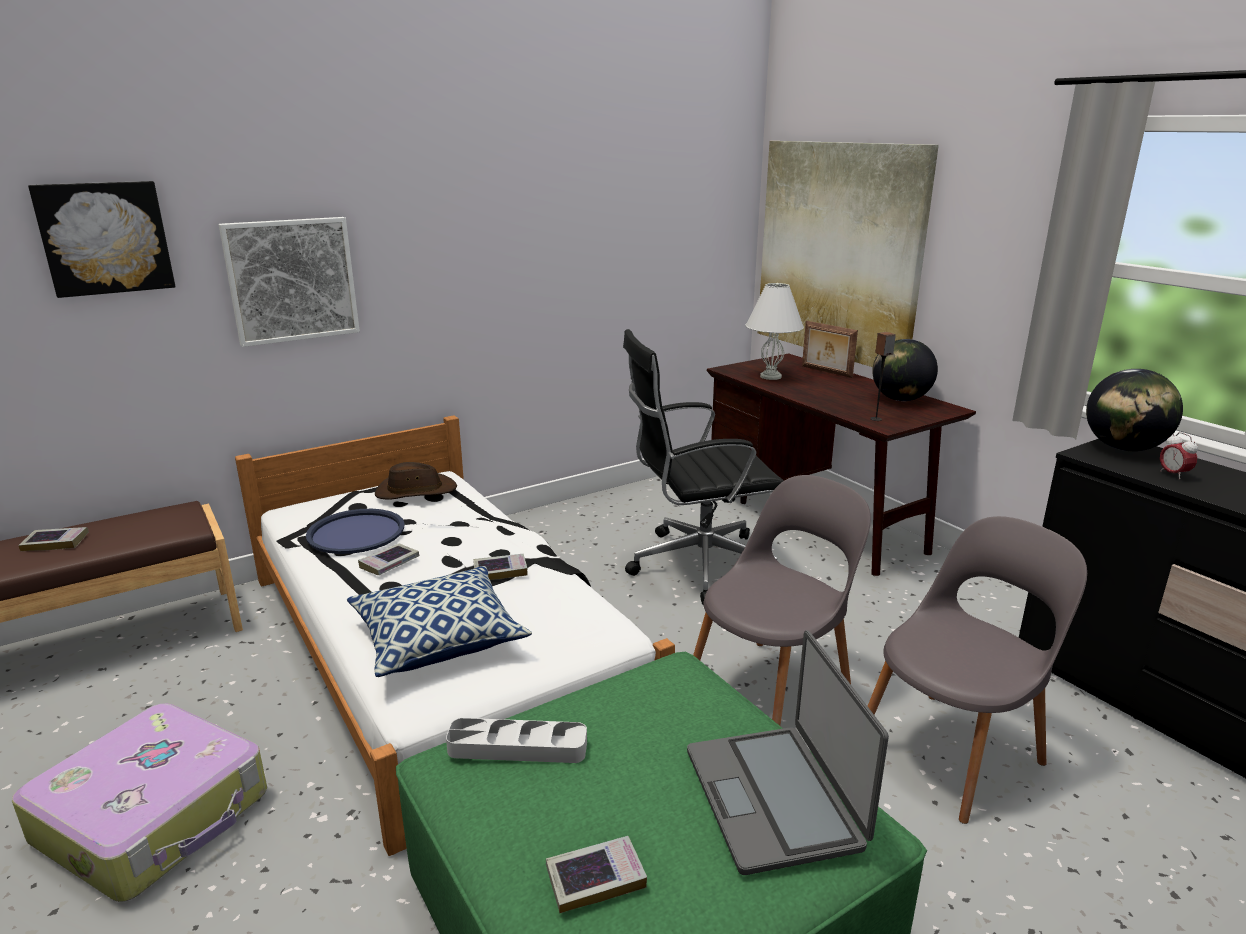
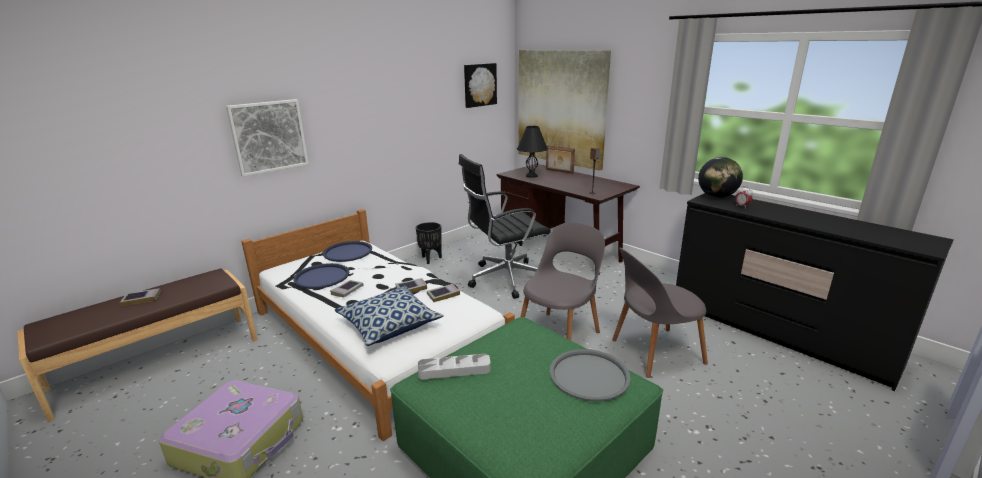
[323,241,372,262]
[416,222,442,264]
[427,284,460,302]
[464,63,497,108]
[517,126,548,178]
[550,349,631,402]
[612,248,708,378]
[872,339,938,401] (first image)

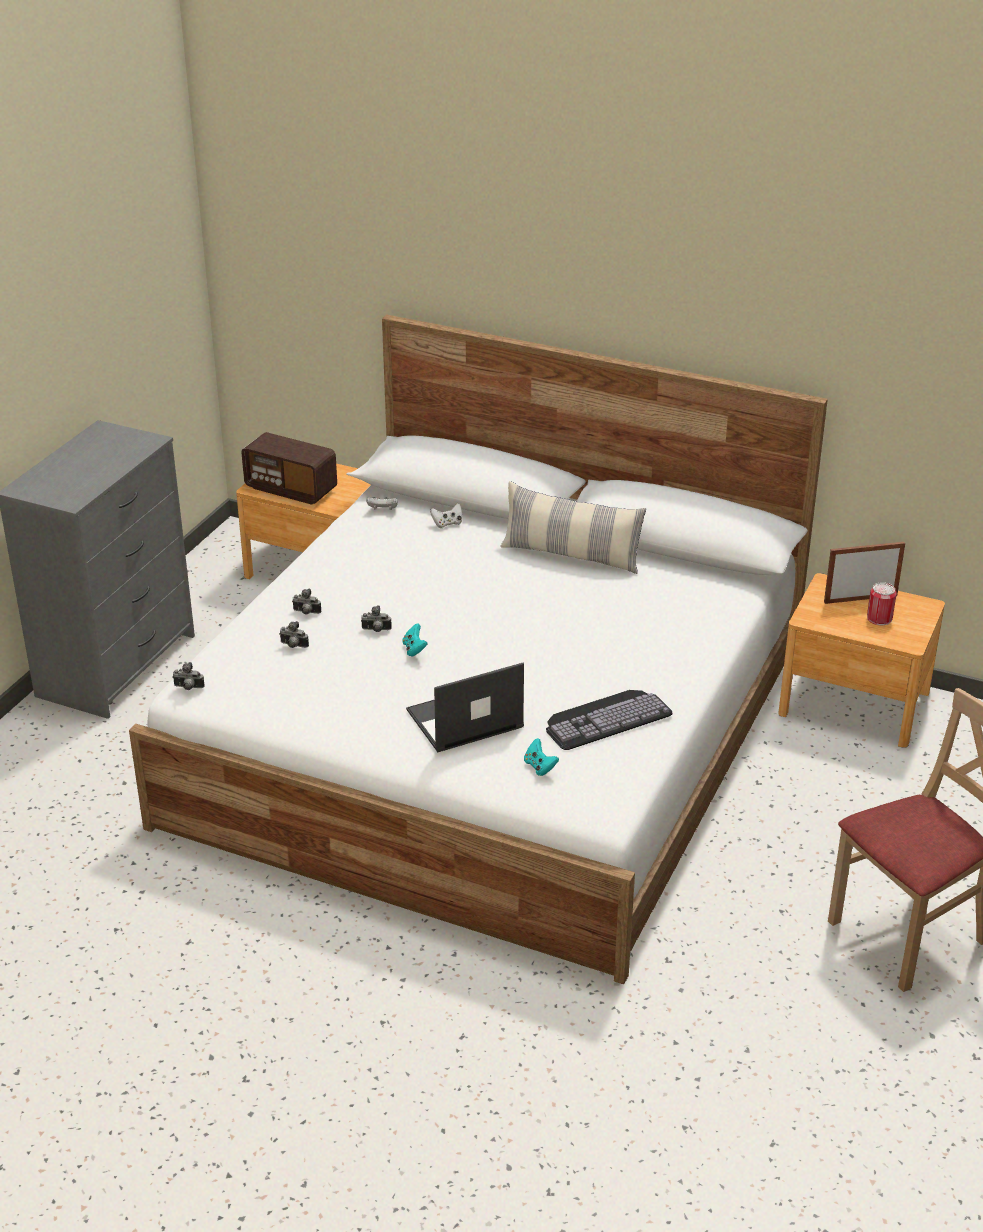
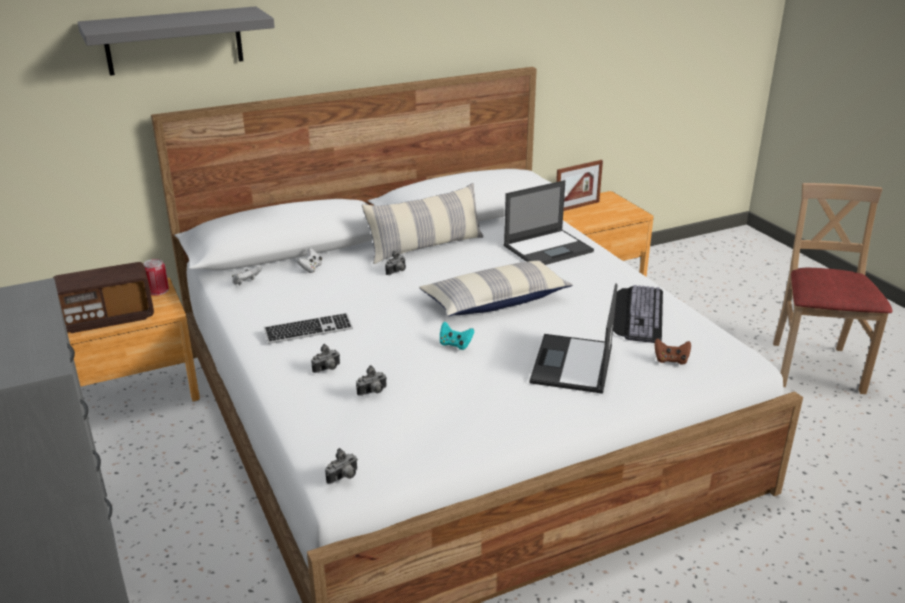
[77,6,275,76]
[143,259,169,296]
[264,313,353,344]
[385,251,406,275]
[419,260,573,316]
[503,180,594,265]
[556,160,603,211]
[654,339,691,365]

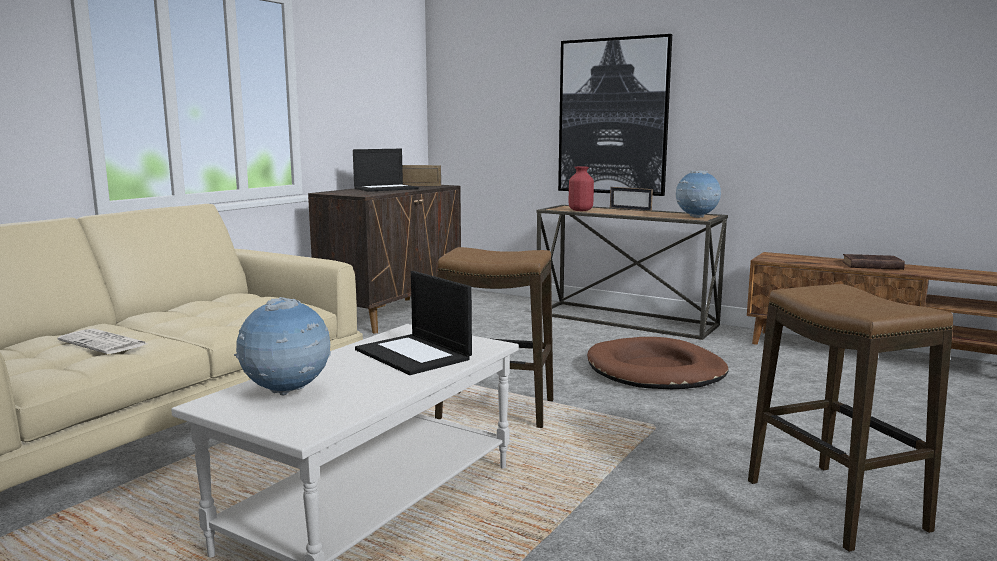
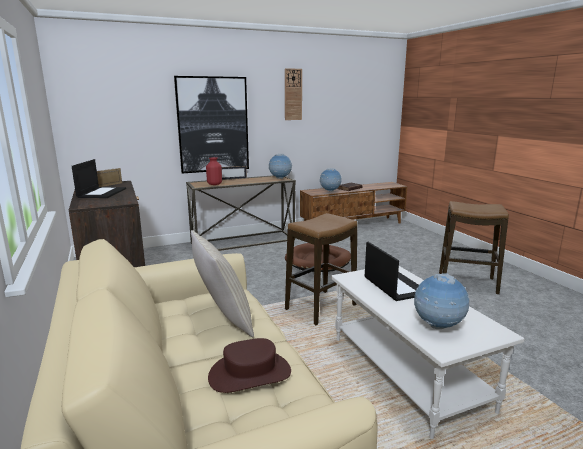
[191,230,254,337]
[208,338,291,393]
[285,68,302,120]
[320,168,342,192]
[365,242,419,301]

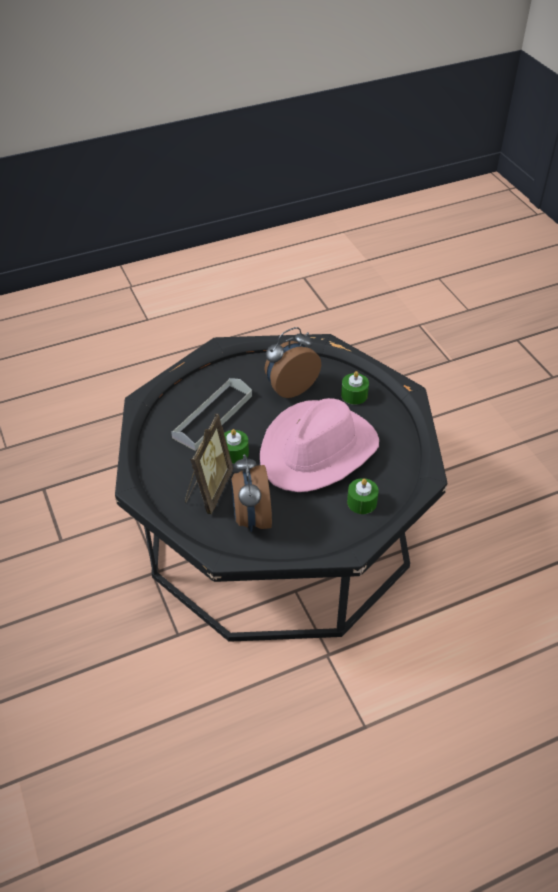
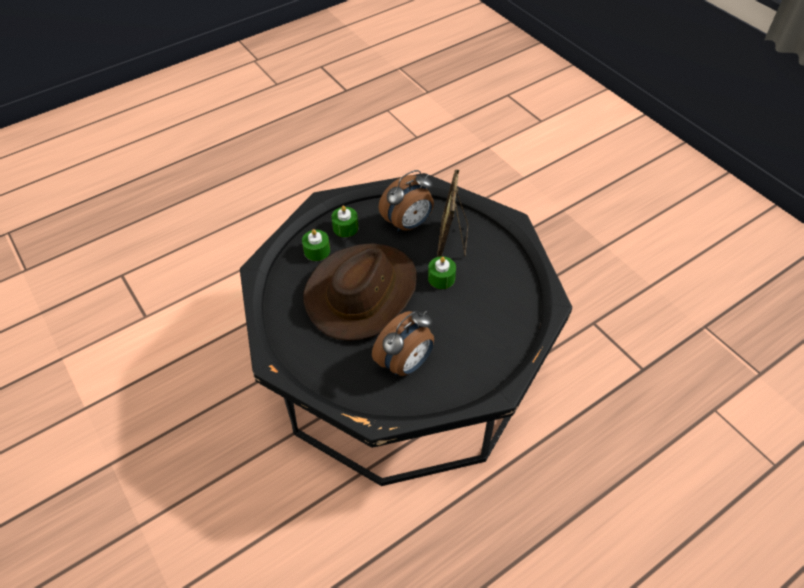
[303,243,417,341]
[331,206,358,237]
[379,170,434,232]
[171,378,252,451] (first image)

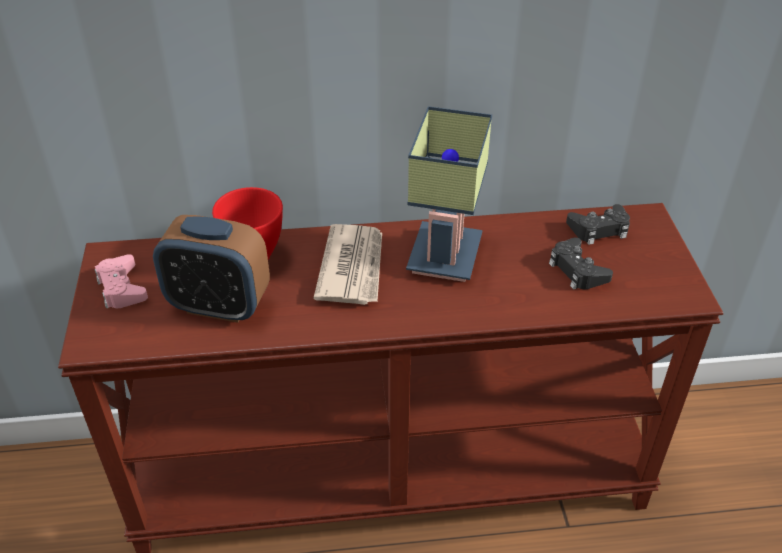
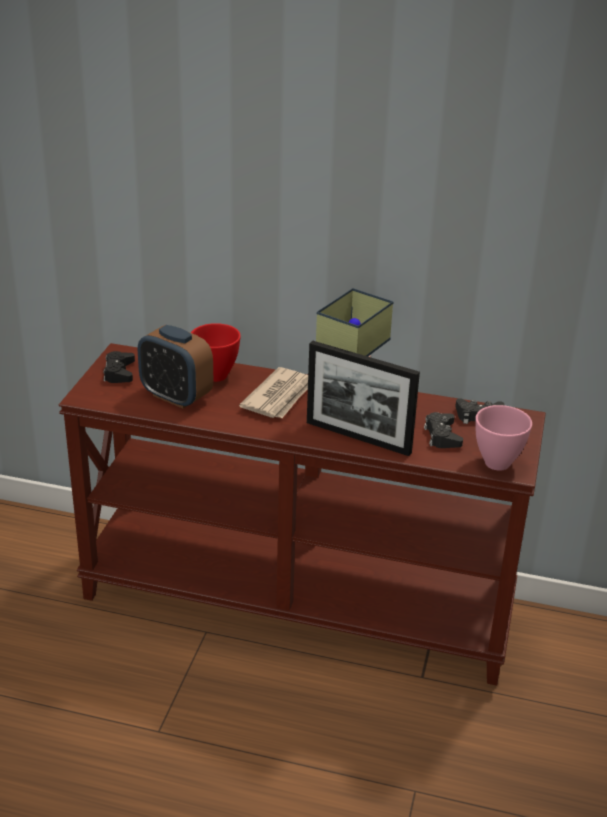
[104,351,135,383]
[307,341,420,456]
[475,405,532,471]

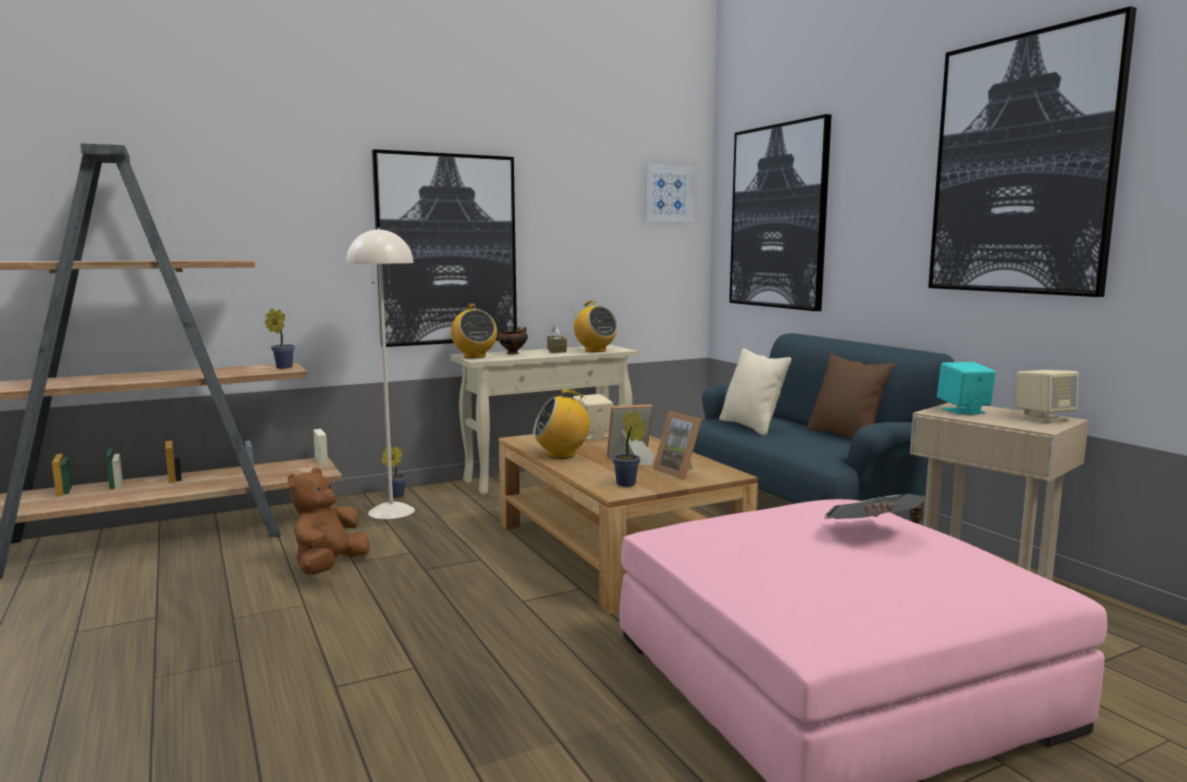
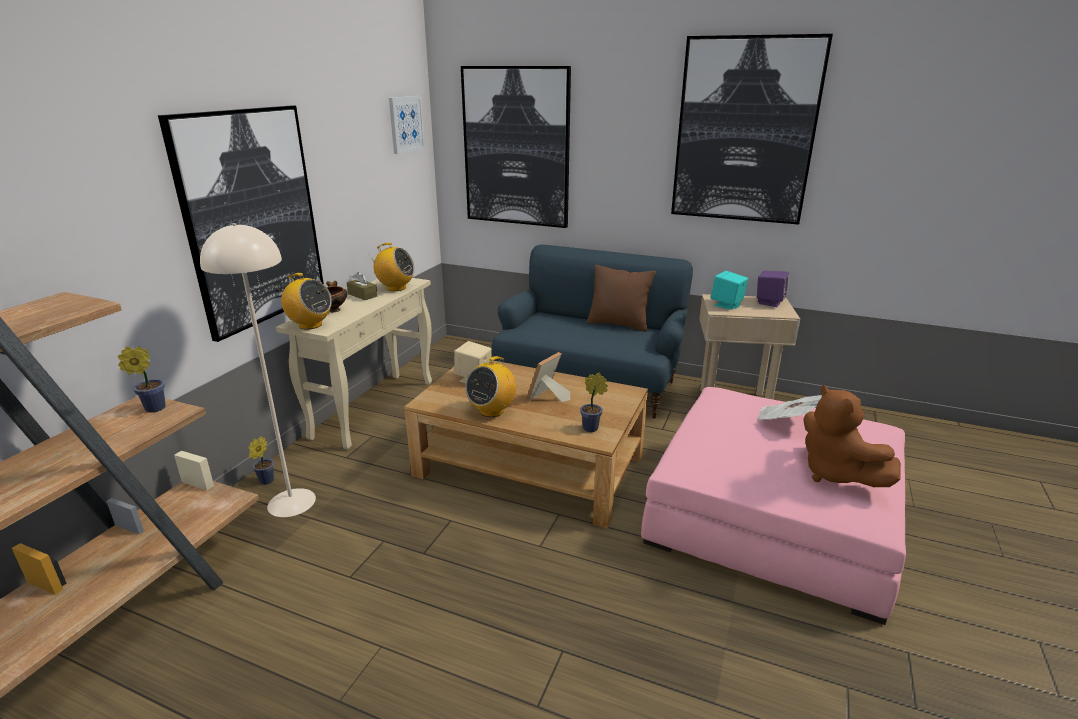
[757,271,789,307]
[803,384,901,487]
[653,411,702,480] (first image)
[719,348,792,436] (first image)

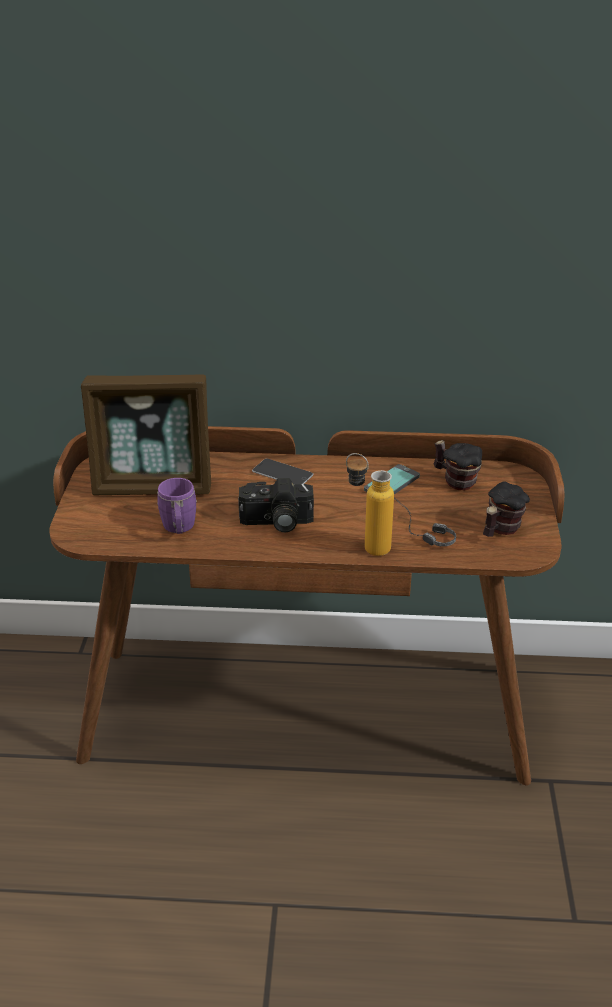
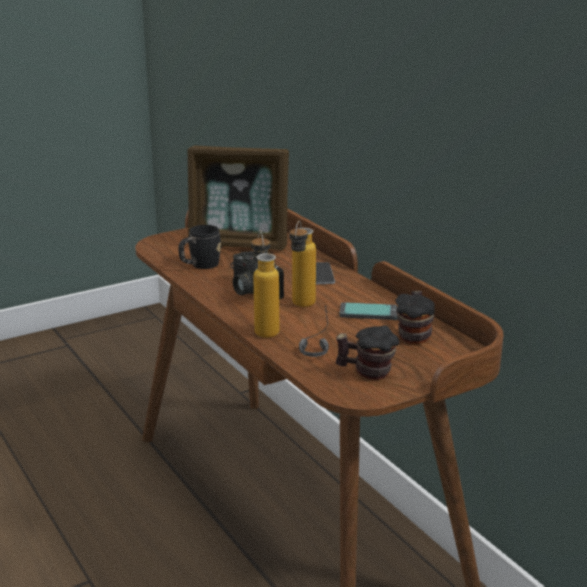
[179,225,221,269]
[187,146,289,250]
[290,221,316,307]

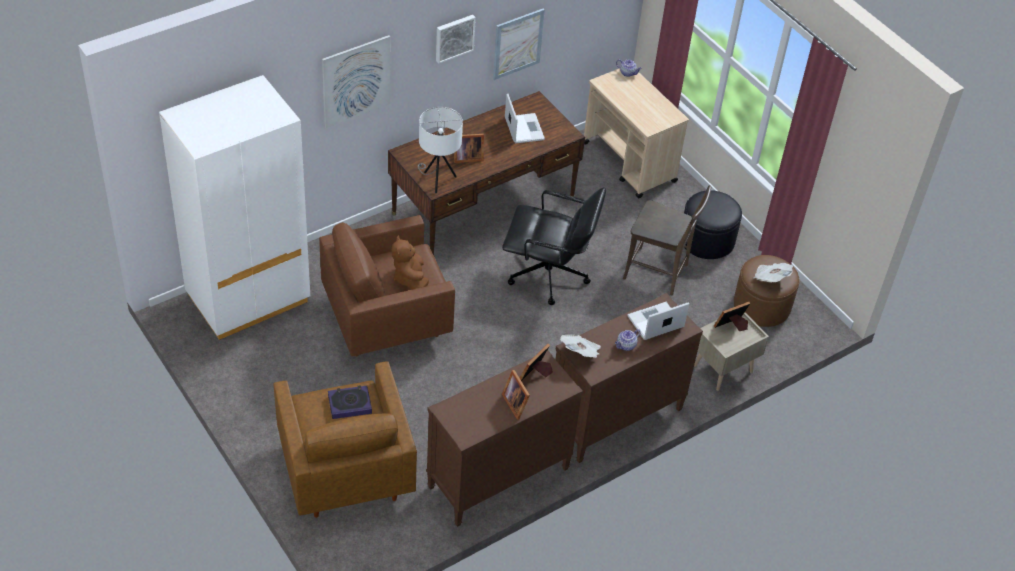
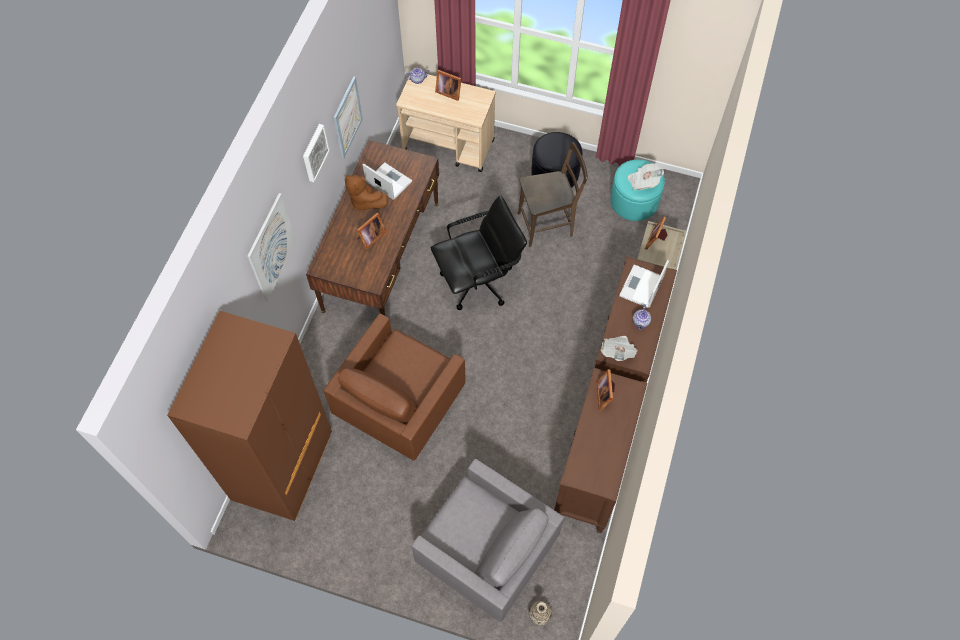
[167,311,332,521]
[345,174,387,211]
[411,459,564,622]
[435,70,461,101]
[528,601,552,625]
[611,160,665,221]
[328,385,372,419] (first image)
[418,107,463,193] (first image)

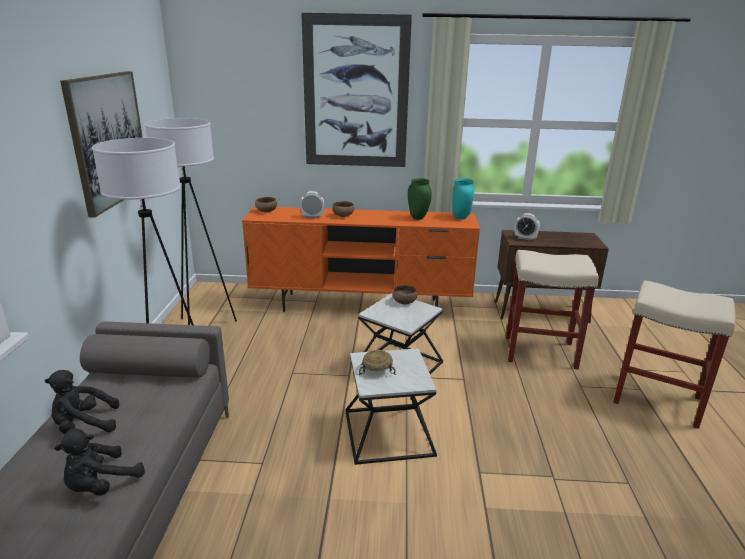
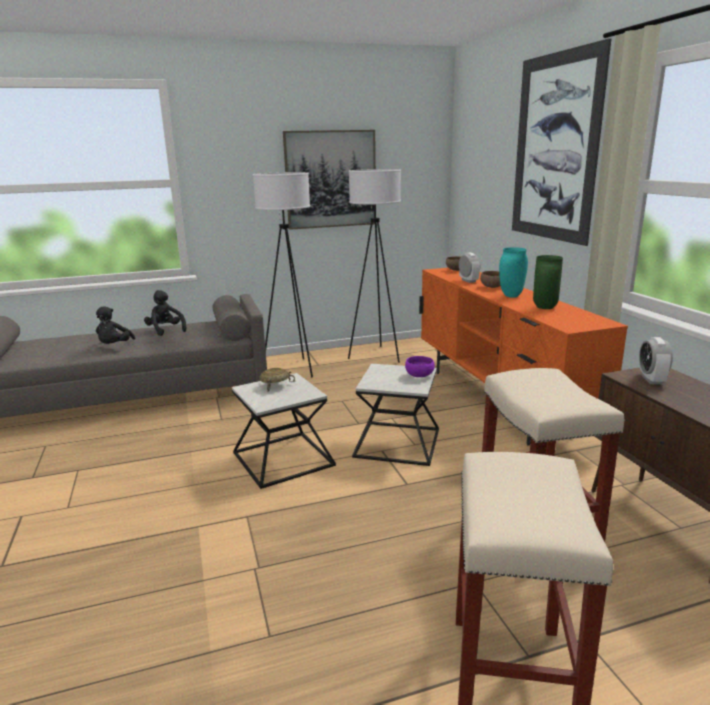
[96,306,135,344]
[405,356,435,377]
[499,247,528,298]

